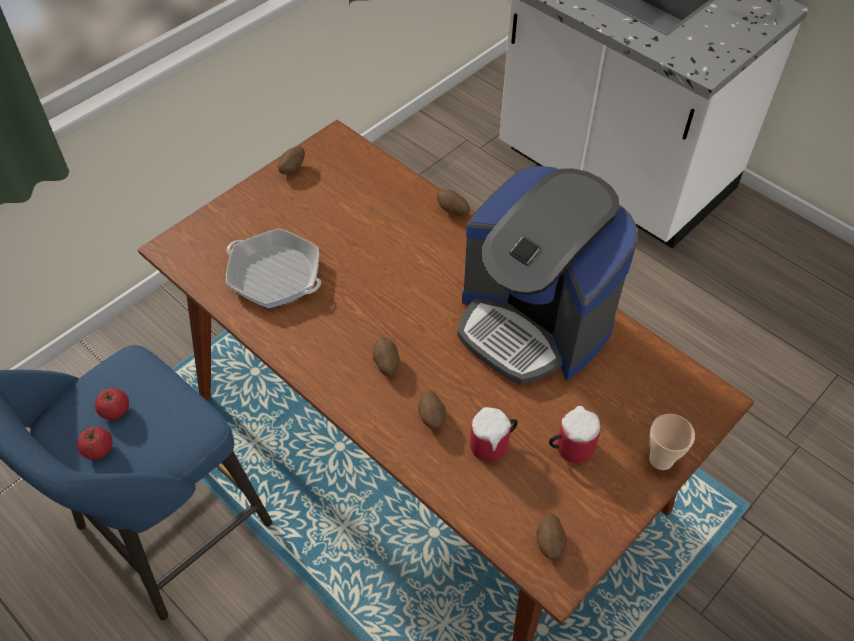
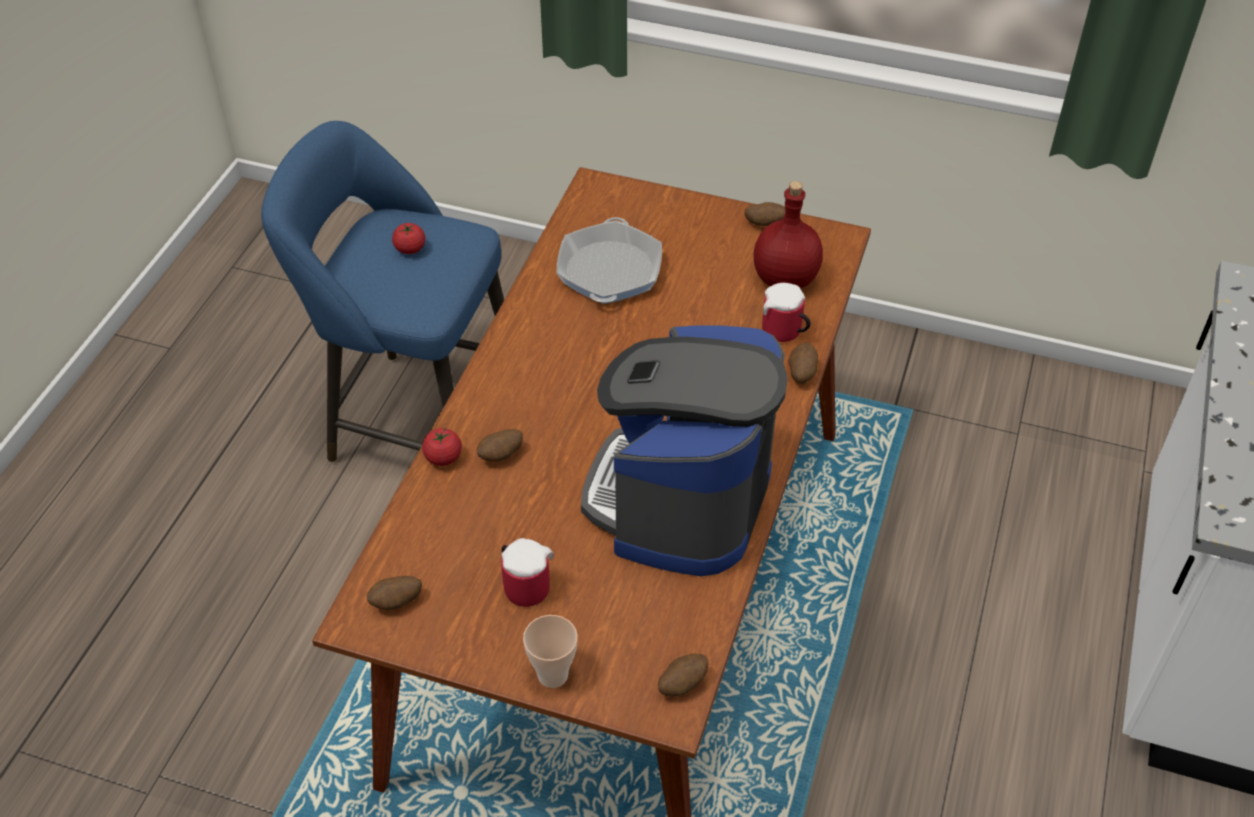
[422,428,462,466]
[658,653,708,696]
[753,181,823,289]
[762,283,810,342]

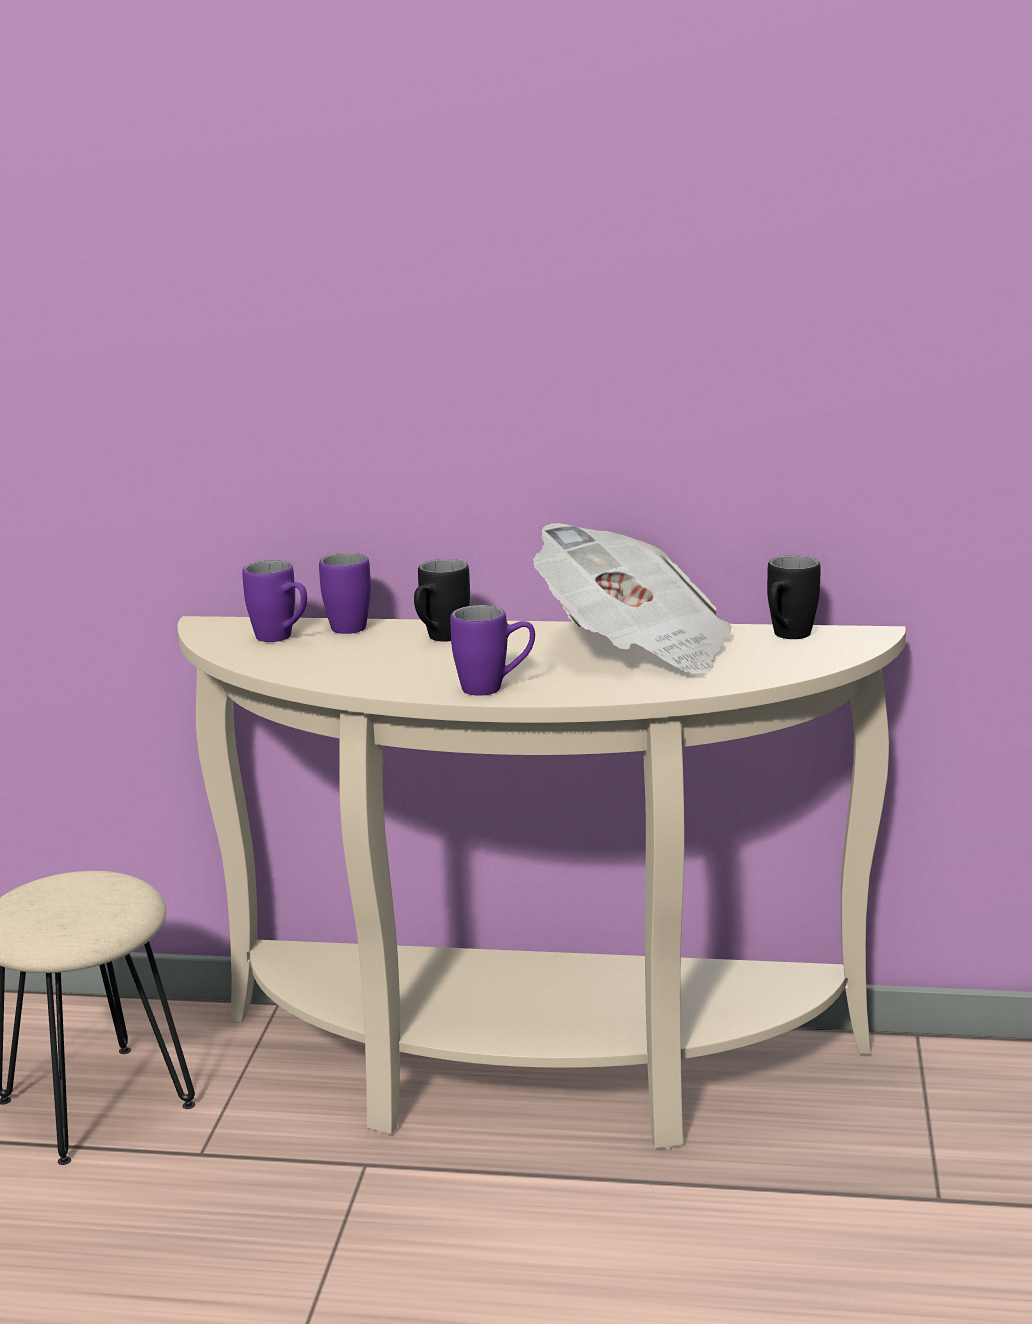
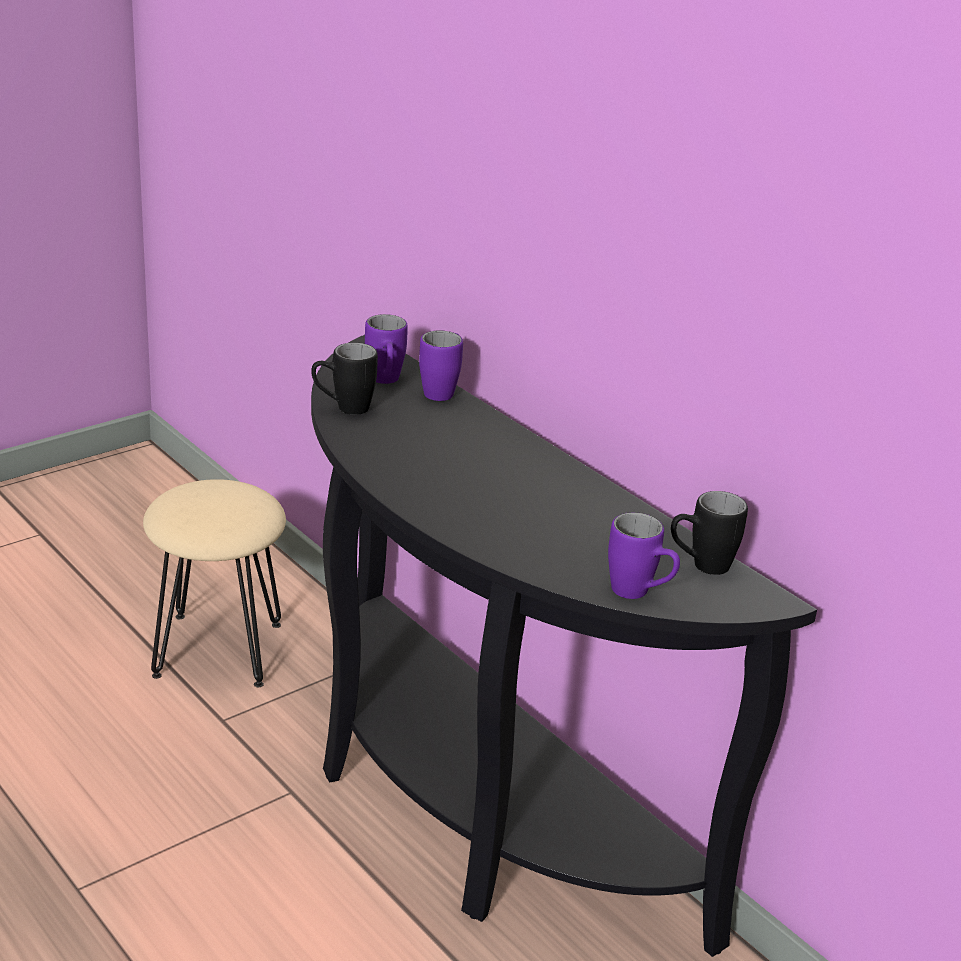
[311,335,817,957]
[311,342,378,415]
[608,512,680,599]
[533,523,732,675] (first image)

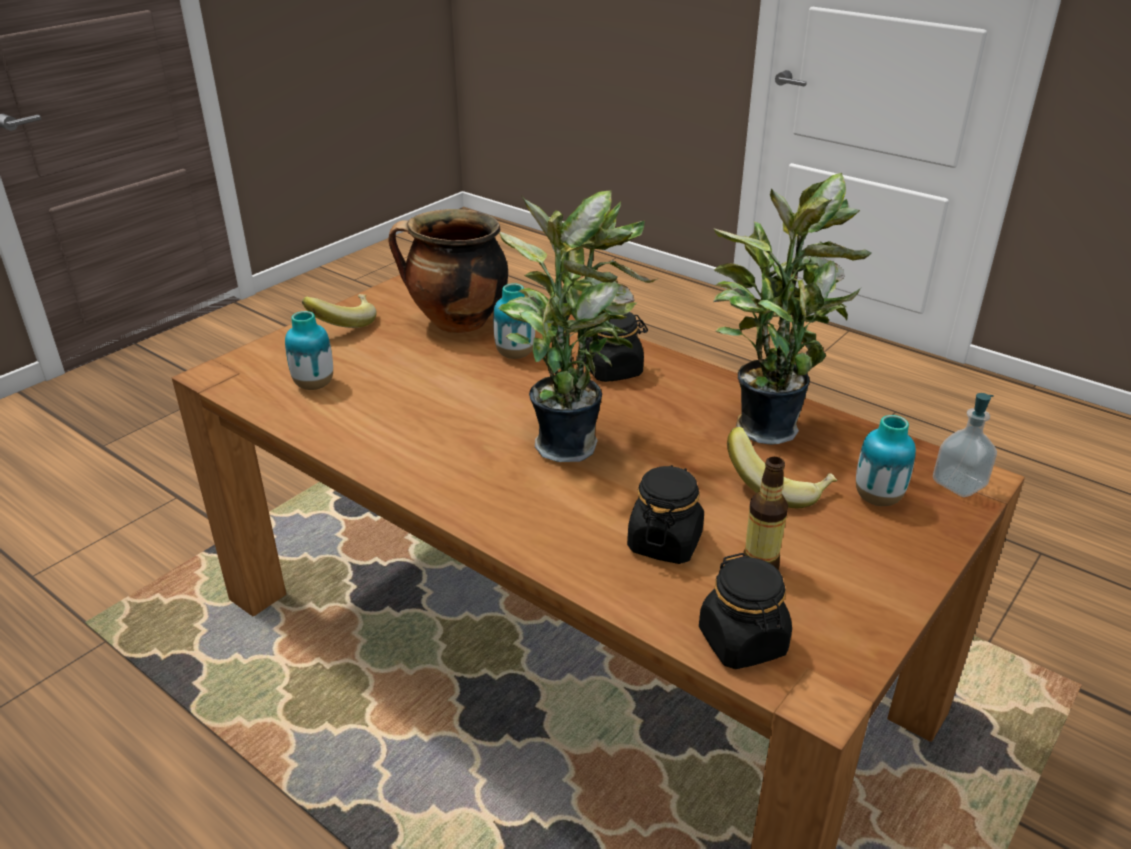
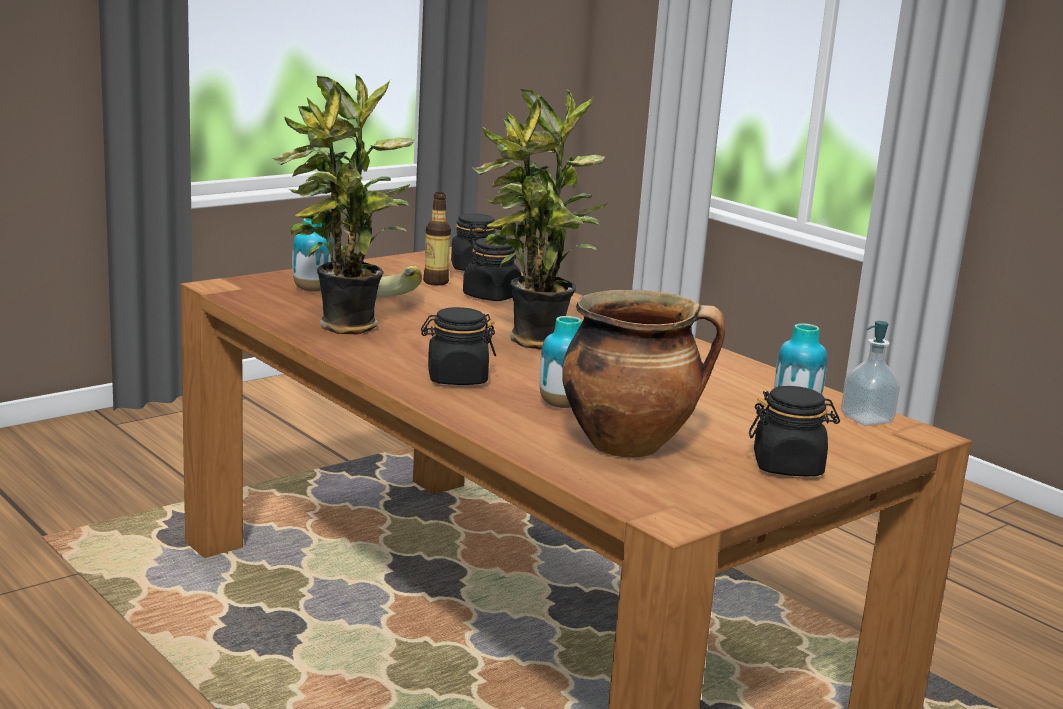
[749,386,840,476]
[841,321,900,426]

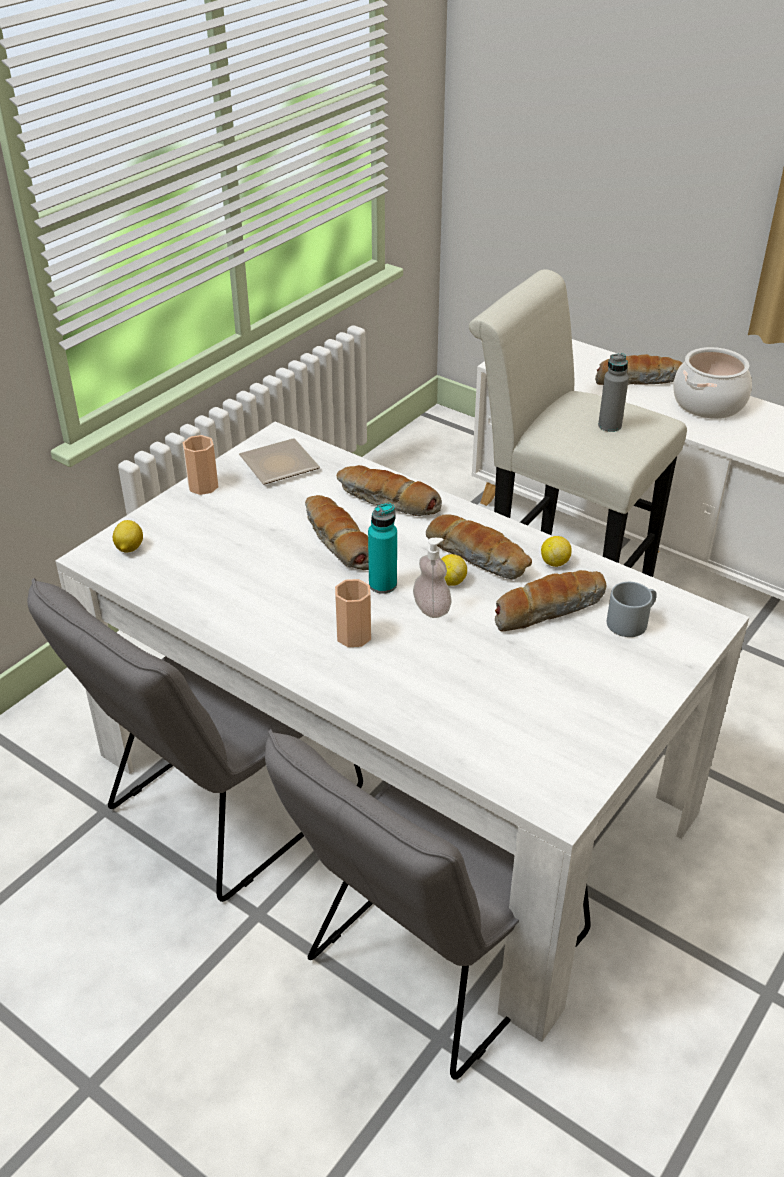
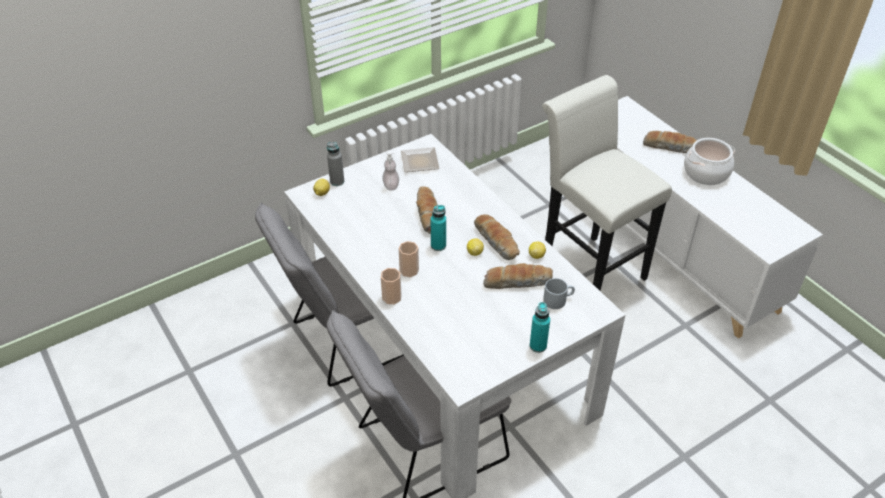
[327,142,344,186]
[381,268,402,304]
[382,151,399,191]
[530,302,550,353]
[337,465,442,516] (first image)

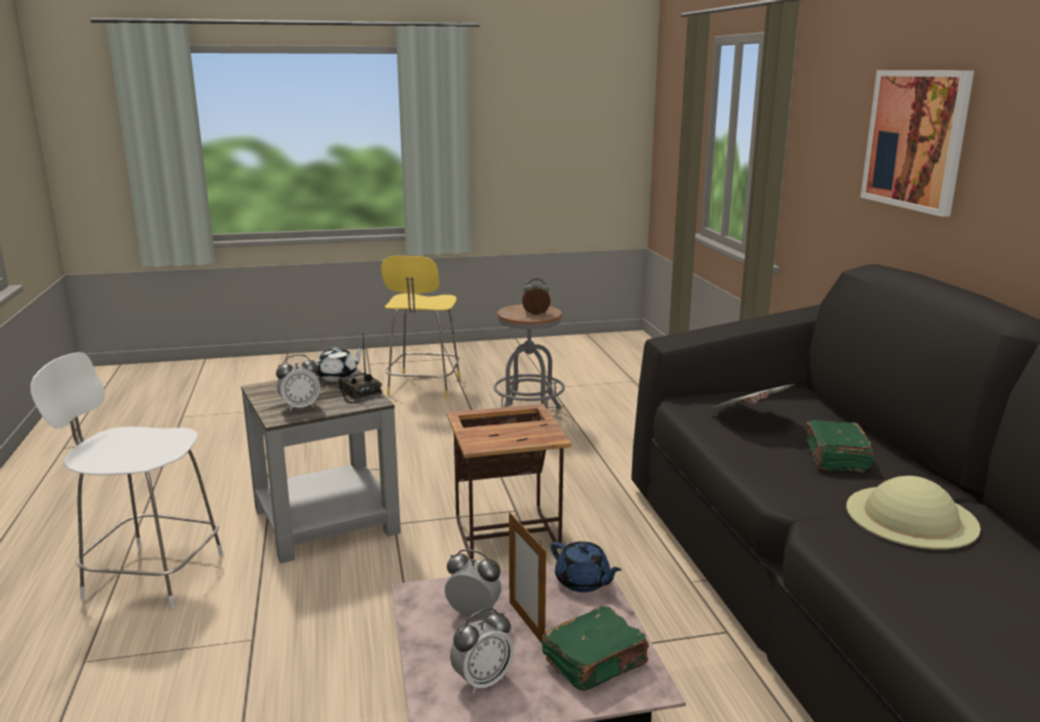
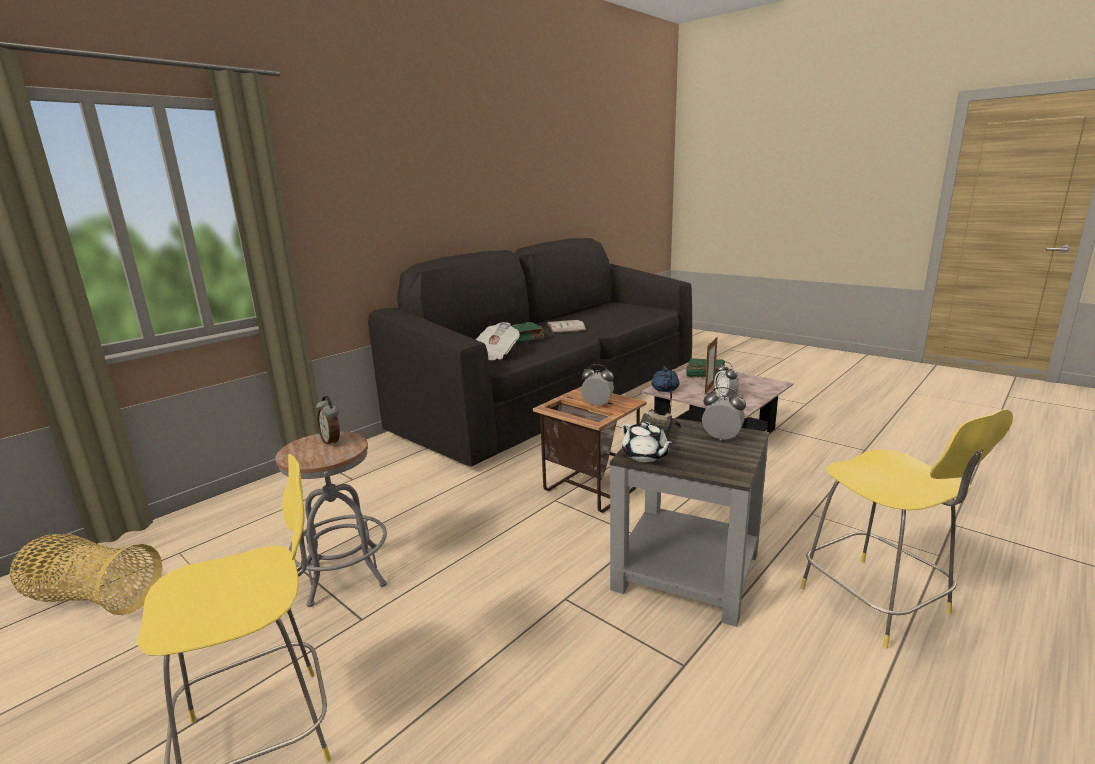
[10,534,162,615]
[547,320,587,333]
[581,364,614,407]
[622,422,674,462]
[800,409,1013,649]
[861,70,974,217] (first image)

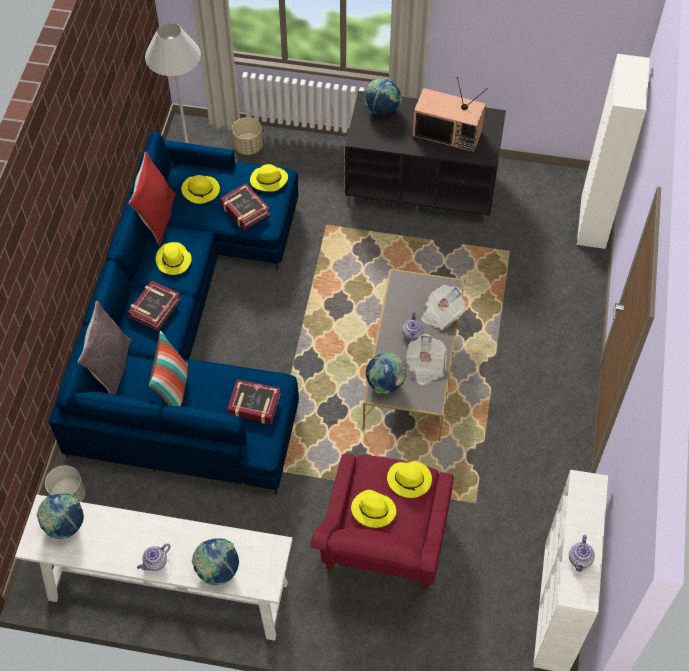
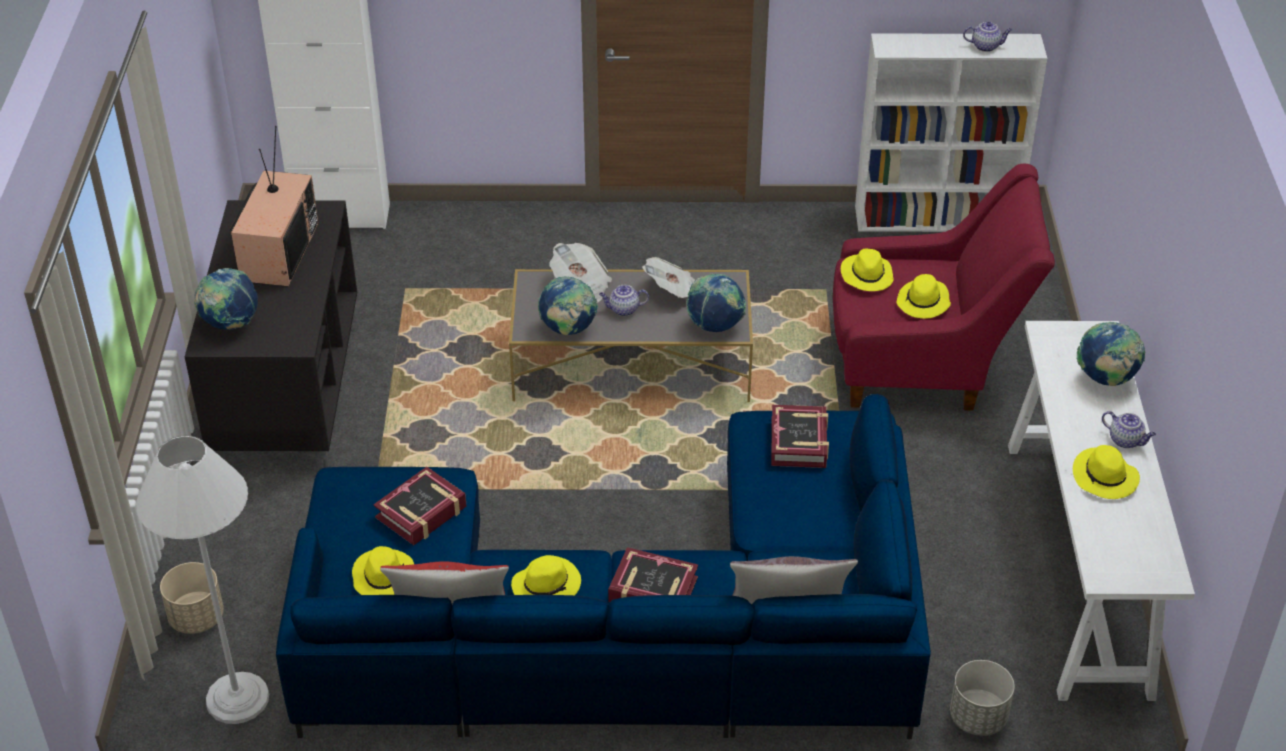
[538,276,598,335]
[1073,445,1140,499]
[149,331,188,406] (first image)

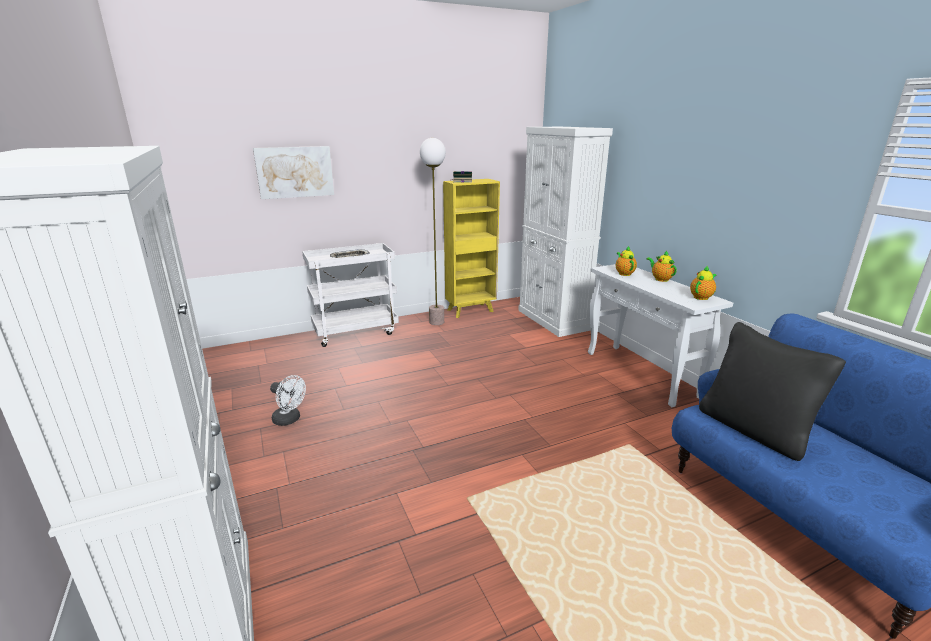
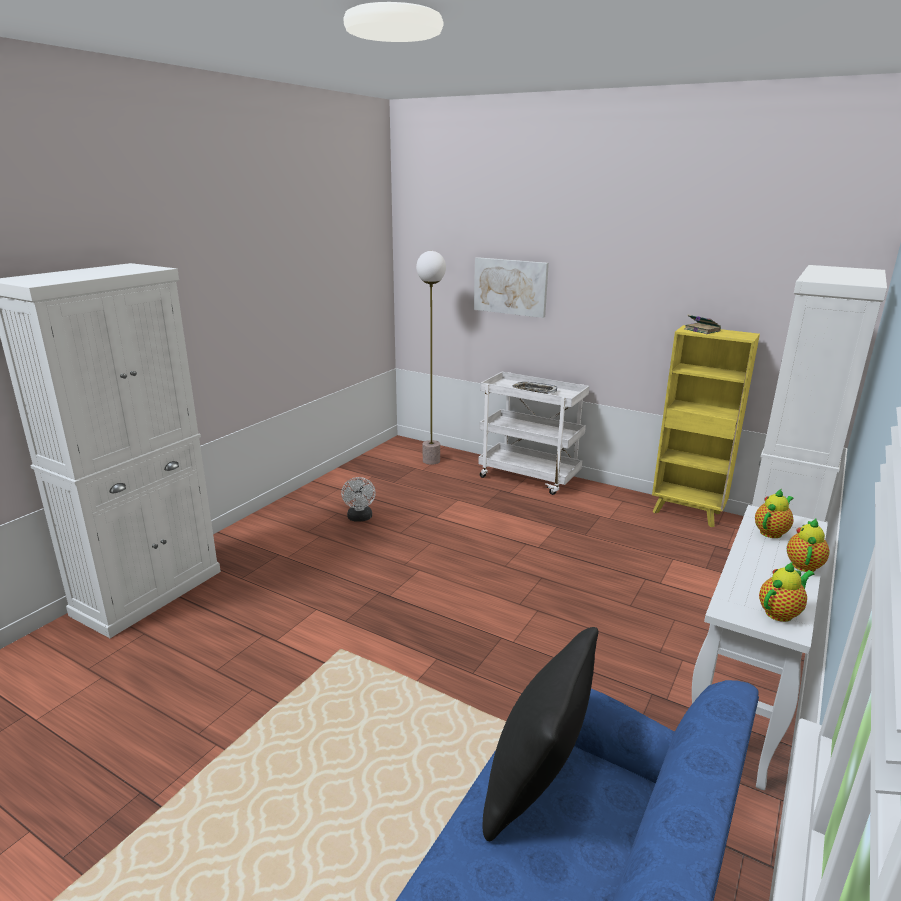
[416,251,446,465]
[759,562,815,622]

